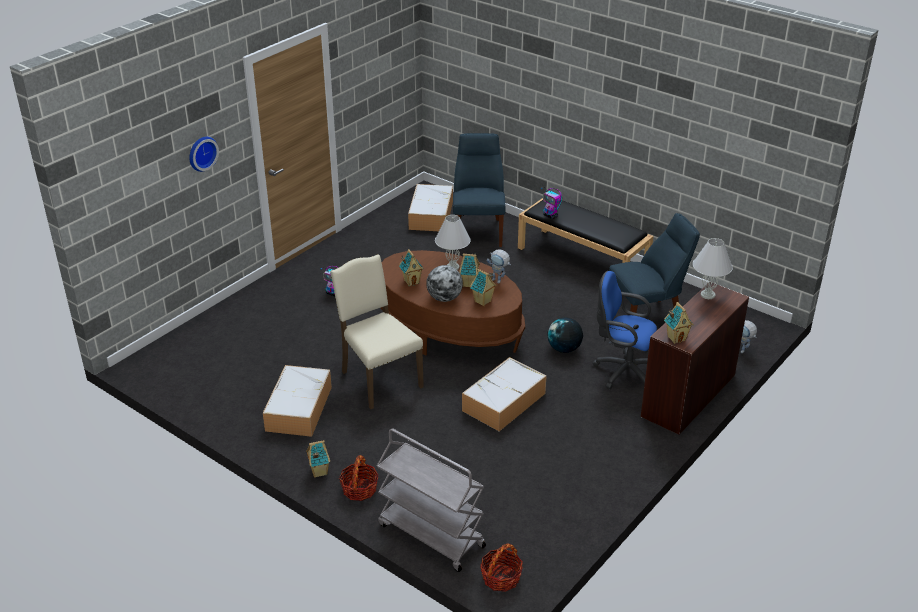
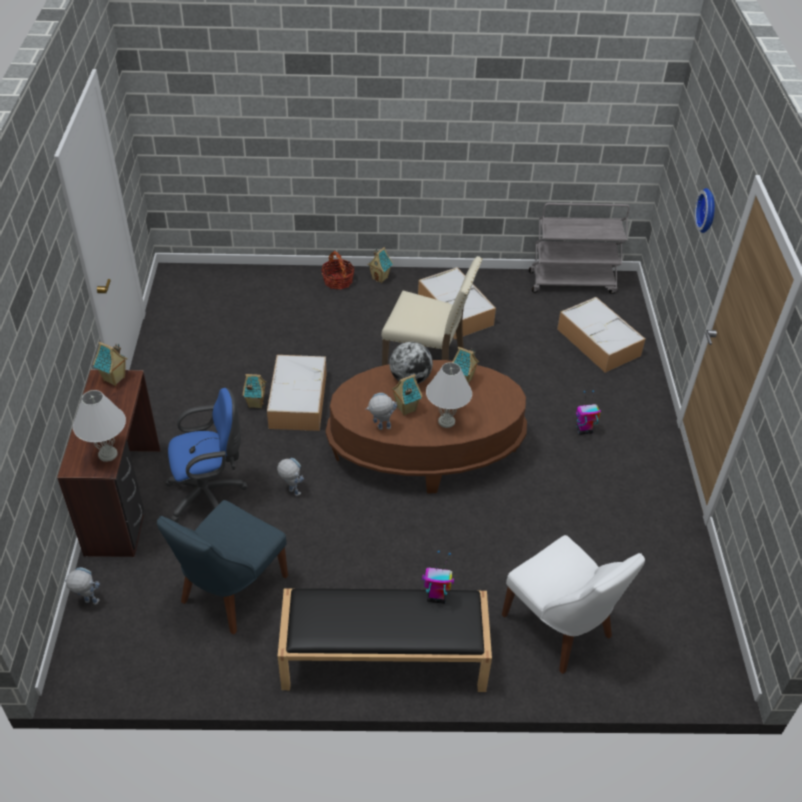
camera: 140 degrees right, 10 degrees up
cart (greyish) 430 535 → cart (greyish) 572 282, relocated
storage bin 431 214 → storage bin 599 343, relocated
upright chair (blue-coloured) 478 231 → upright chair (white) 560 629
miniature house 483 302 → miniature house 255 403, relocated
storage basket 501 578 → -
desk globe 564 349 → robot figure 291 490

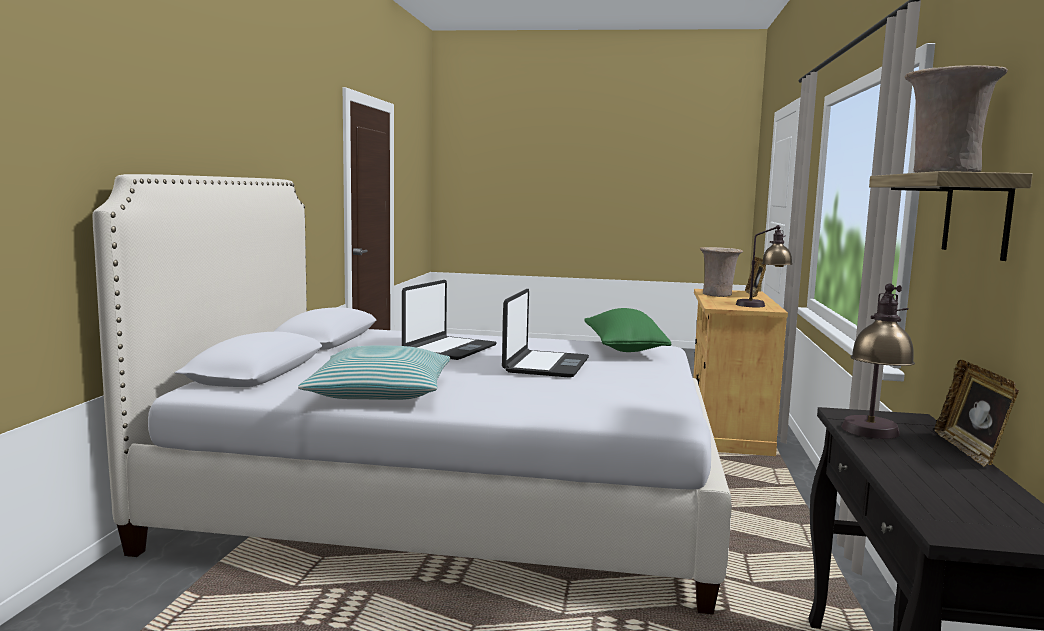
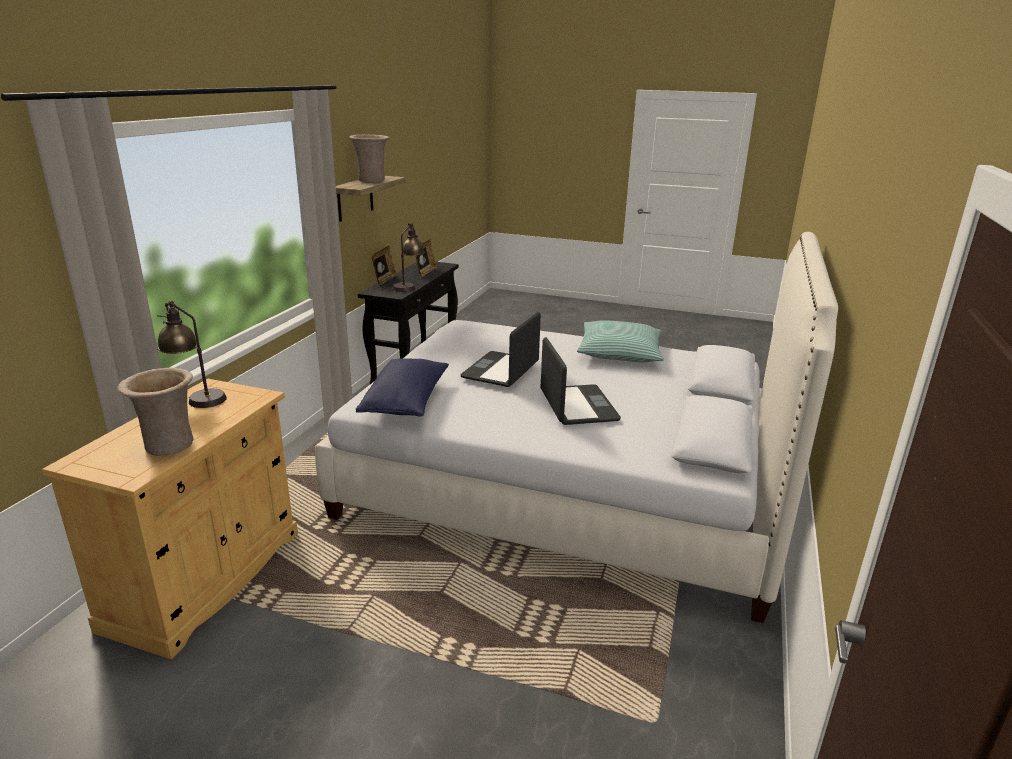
camera: 170 degrees left, 15 degrees up
portable computer 449 349 → portable computer 577 406, 135 degrees clockwise
throw pillow (green) 623 349 → throw pillow (blue-coloured) 406 402
picture frame 754 295 → picture frame 425 272, relocated

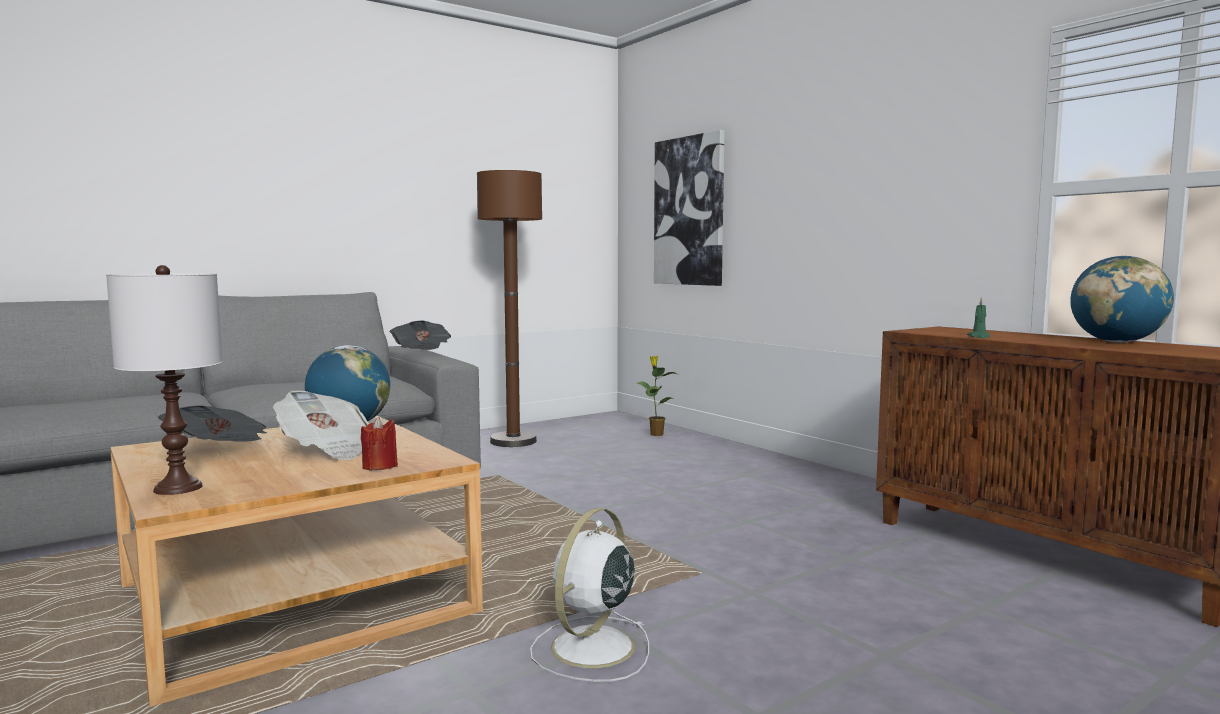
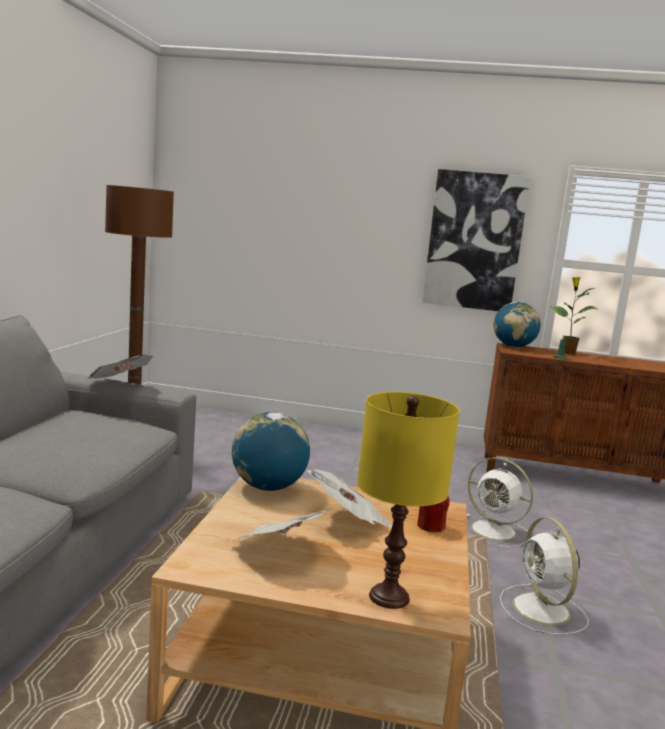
camera: 45 degrees left, 5 degrees up
tabletop lamp (white) 177 488 → tabletop lamp (yellow-coloured) 389 597
plant in a pot 656 434 → plant in a pot 567 353, relocated
wall art 689 211 → wall art 474 241, relocated
desk globe 1117 342 → desk globe 513 346, relocated
- → electric fan (white) 495 531

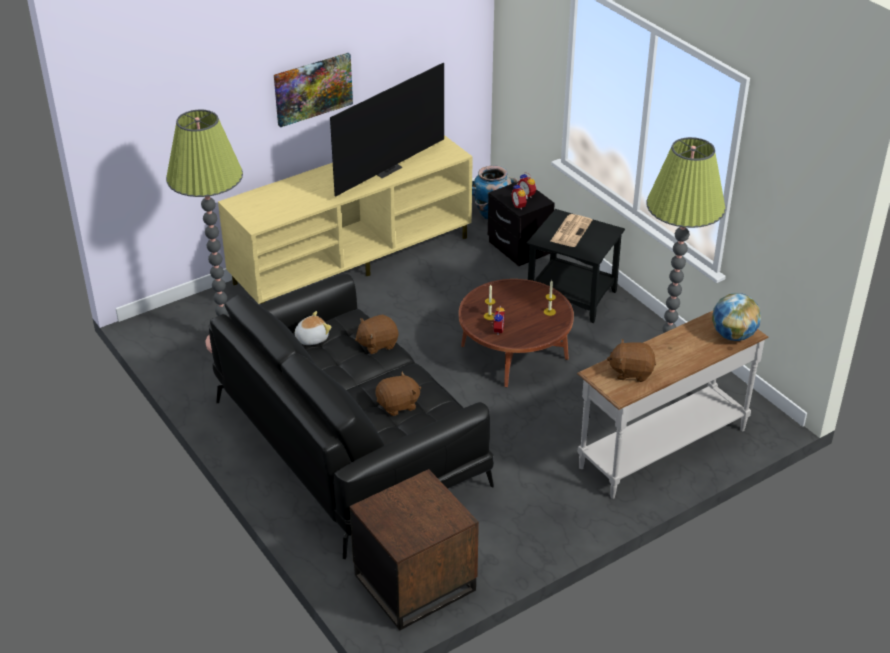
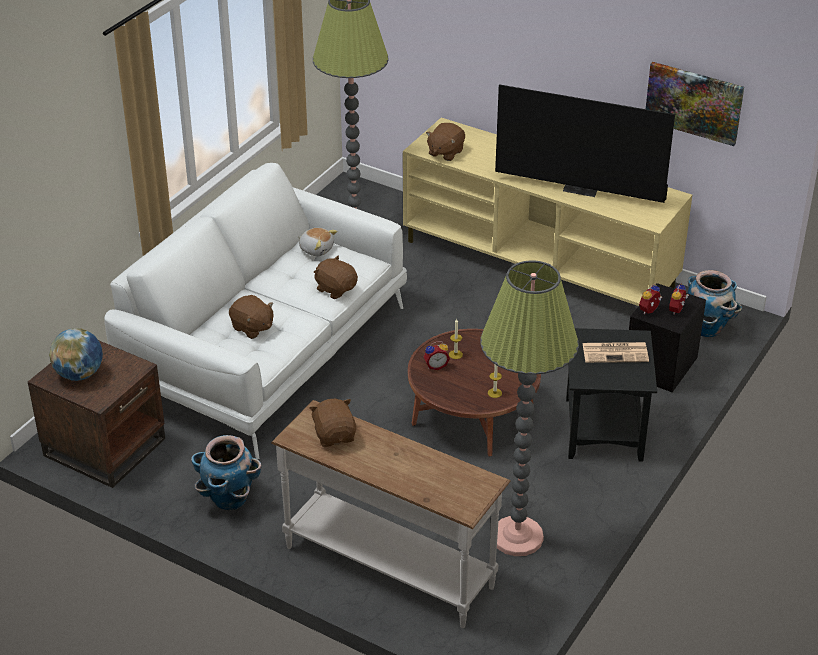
camera: 65 degrees right, 0 degrees up
settee (blackish) 348 441 → settee (white) 266 349
wall art 313 88 → wall art 694 102, relocated
desk globe 733 335 → desk globe 79 374, relocated
- → plant pot 229 499
- → cuddly toy (brownish) 445 152

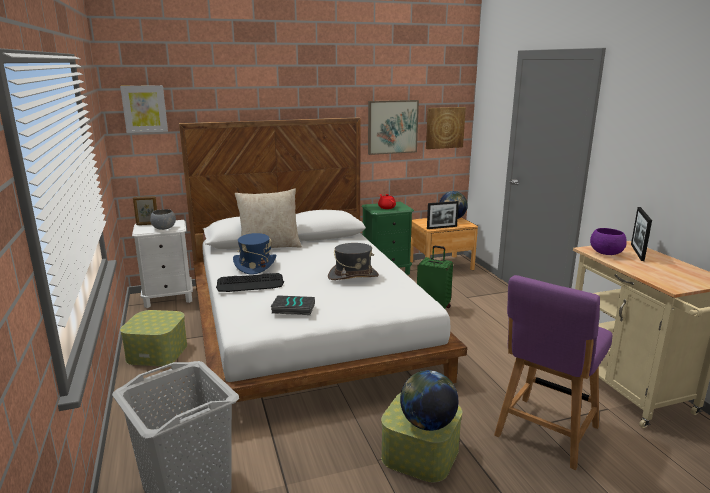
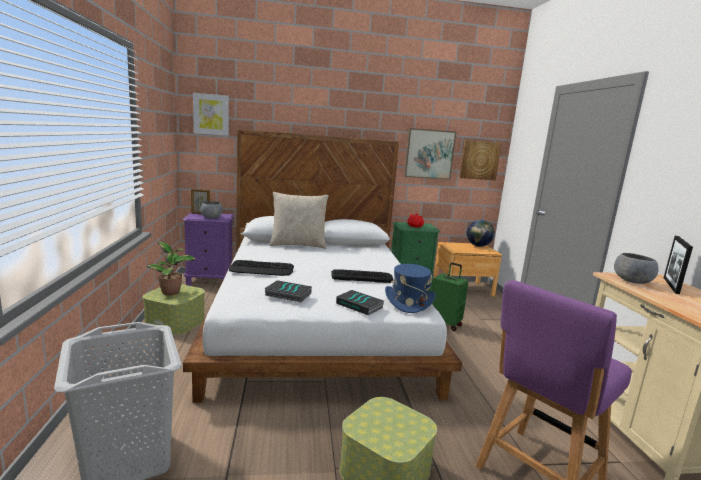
camera: 10 degrees right, 5 degrees down
nightstand (white) 168 298 → nightstand (purple-coloured) 209 281
wearable hat (blue-coloured) 255 265 → wearable hat (blue-coloured) 408 301, relocated
wearable hat (greyish) 353 276 → computer keyboard 361 276
desk globe 427 424 → -
picture frame 442 227 → -
deep dish (purple-coloured) 607 253 → deep dish (greyish) 633 281
- → plant in a pot 172 292
- → volume 360 305

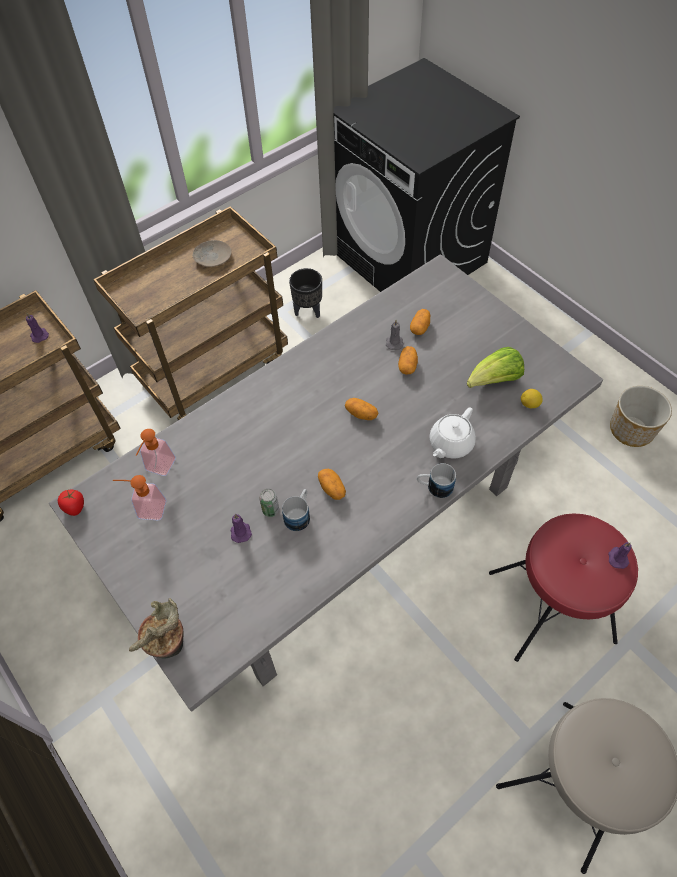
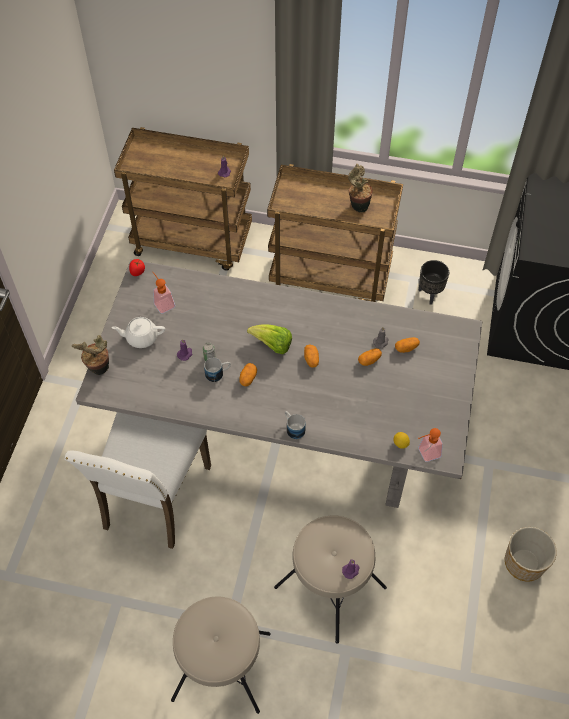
camera: 50 degrees right, 0 degrees up
soap bottle 158 469 → soap bottle 425 453, relocated
plate (sand-coloured) 212 257 → plant in a pot 358 206
teapot (white) 450 444 → teapot (white) 141 337, relocated
lettuce 494 380 → lettuce 272 345, relocated
sitting stool (reddish) 552 607 → sitting stool (sand-coloured) 329 588
- → upright chair (white) 153 498

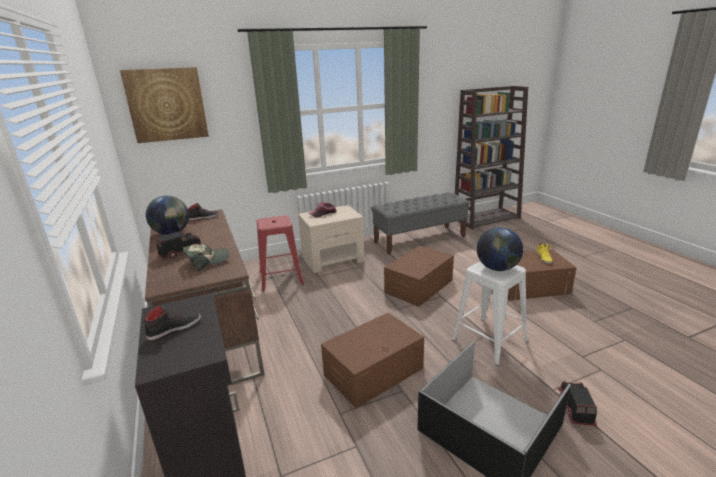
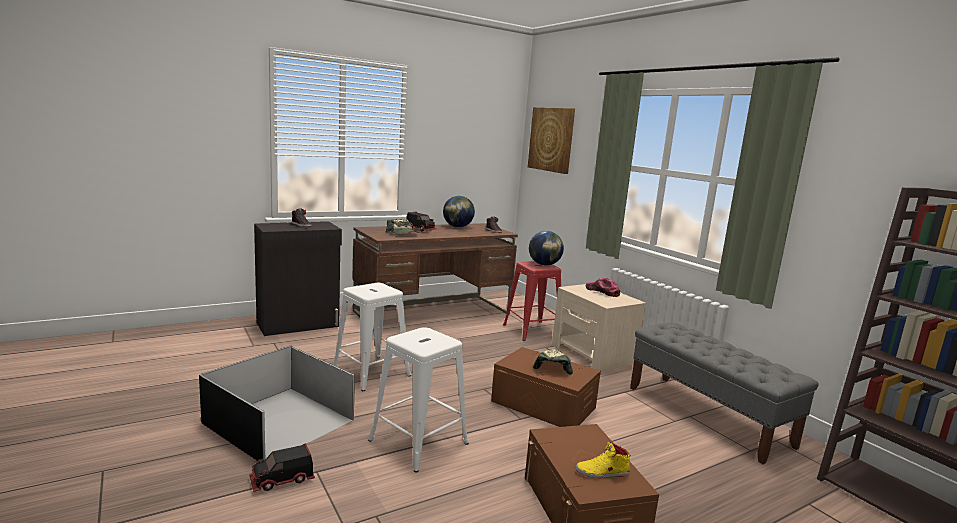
camera: 80 degrees right, 10 degrees down
storage bin (brownish) 373 371 → sitting stool (white) 371 372
desk globe 497 268 → desk globe 544 265, relocated
toy truck 574 408 → toy truck 282 480, 150 degrees clockwise
- → baseball cap 552 366

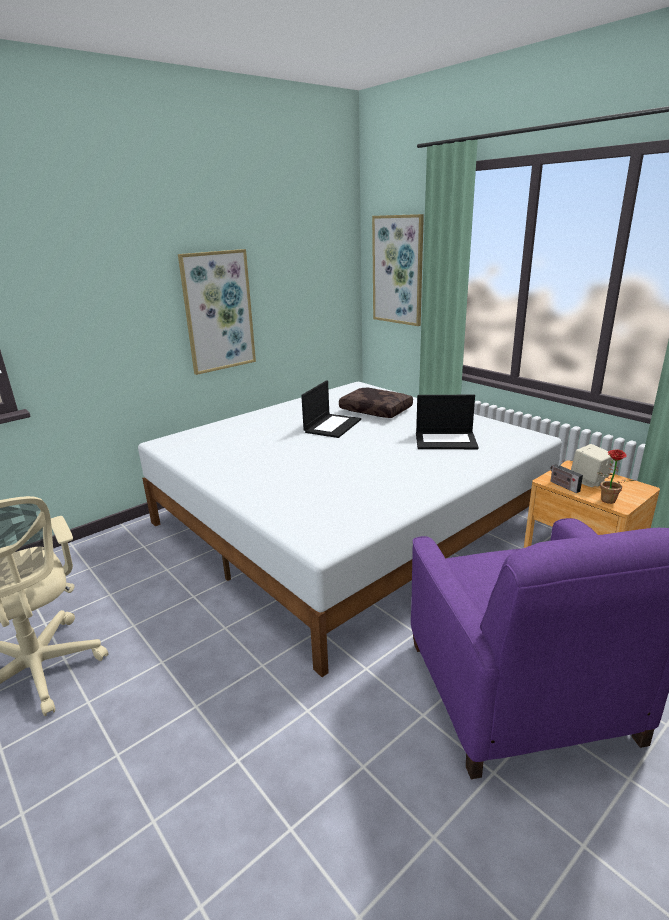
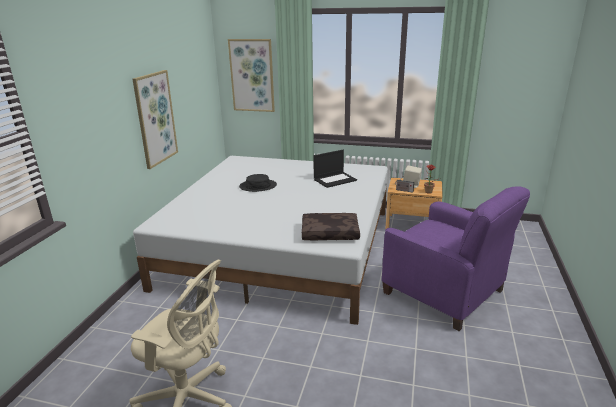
camera: 35 degrees left, 0 degrees up
portable computer 332 425 → wearable hat (blackish) 258 186
throw pillow (brownish) 376 410 → throw pillow (brownish) 330 233, relocated

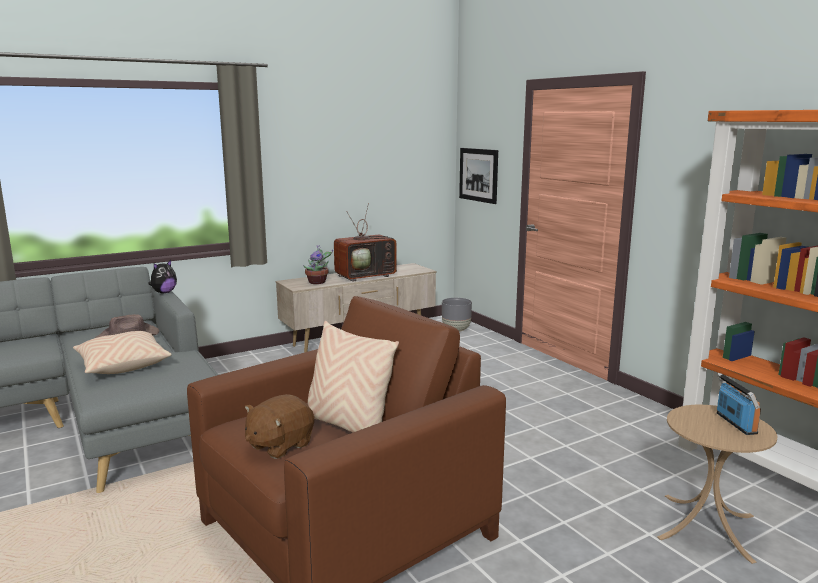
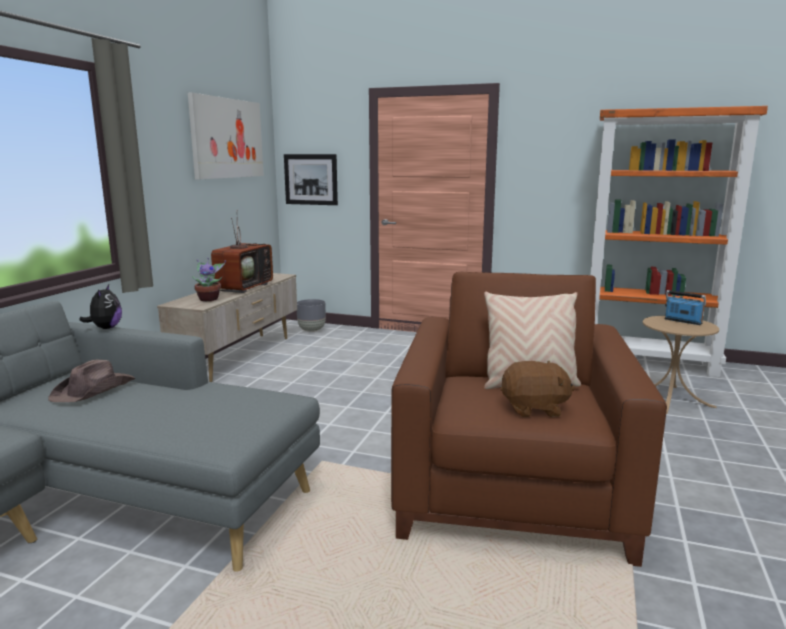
camera: 40 degrees left, 0 degrees up
throw pillow (sand-coloured) 122 365 → -
cuddly toy (brownish) 279 445 → cuddly toy (brownish) 534 409, 90 degrees counterclockwise
- → wall art 227 138

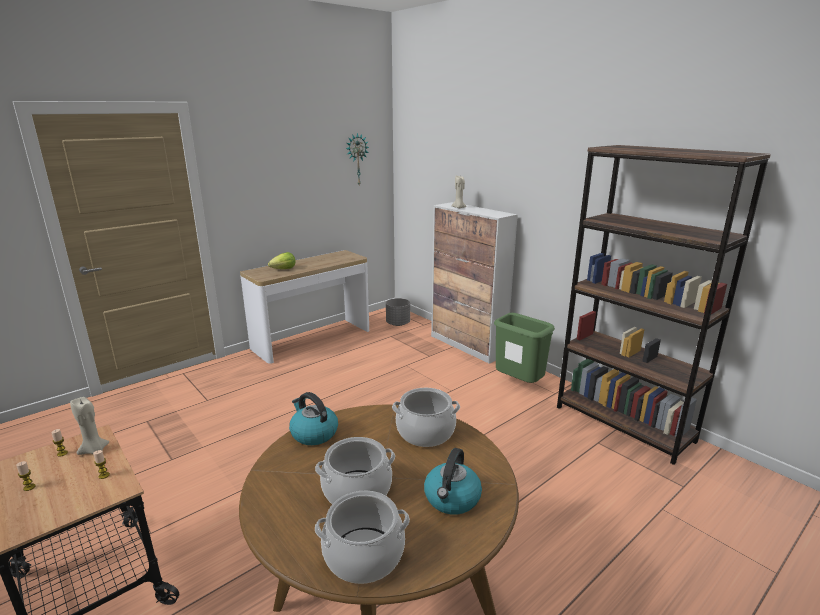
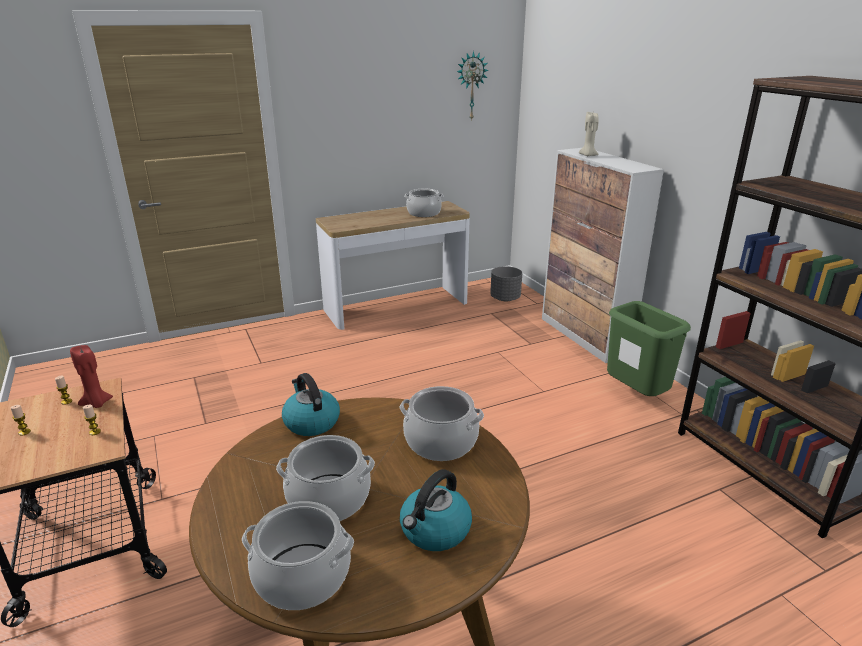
camera: 15 degrees right, 5 degrees up
candle (sand-coloured) 94 451 → candle (reddish) 96 404
lettuce 284 269 → -
- → cooking pot 423 213

